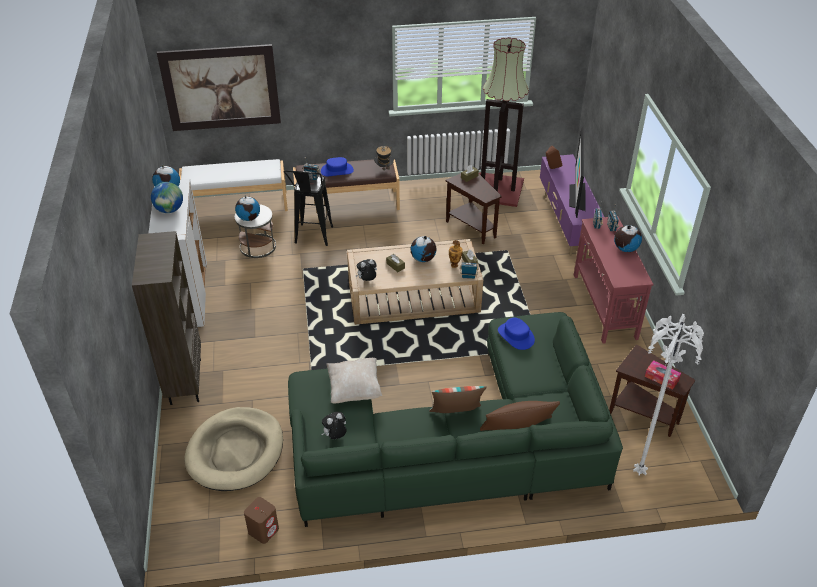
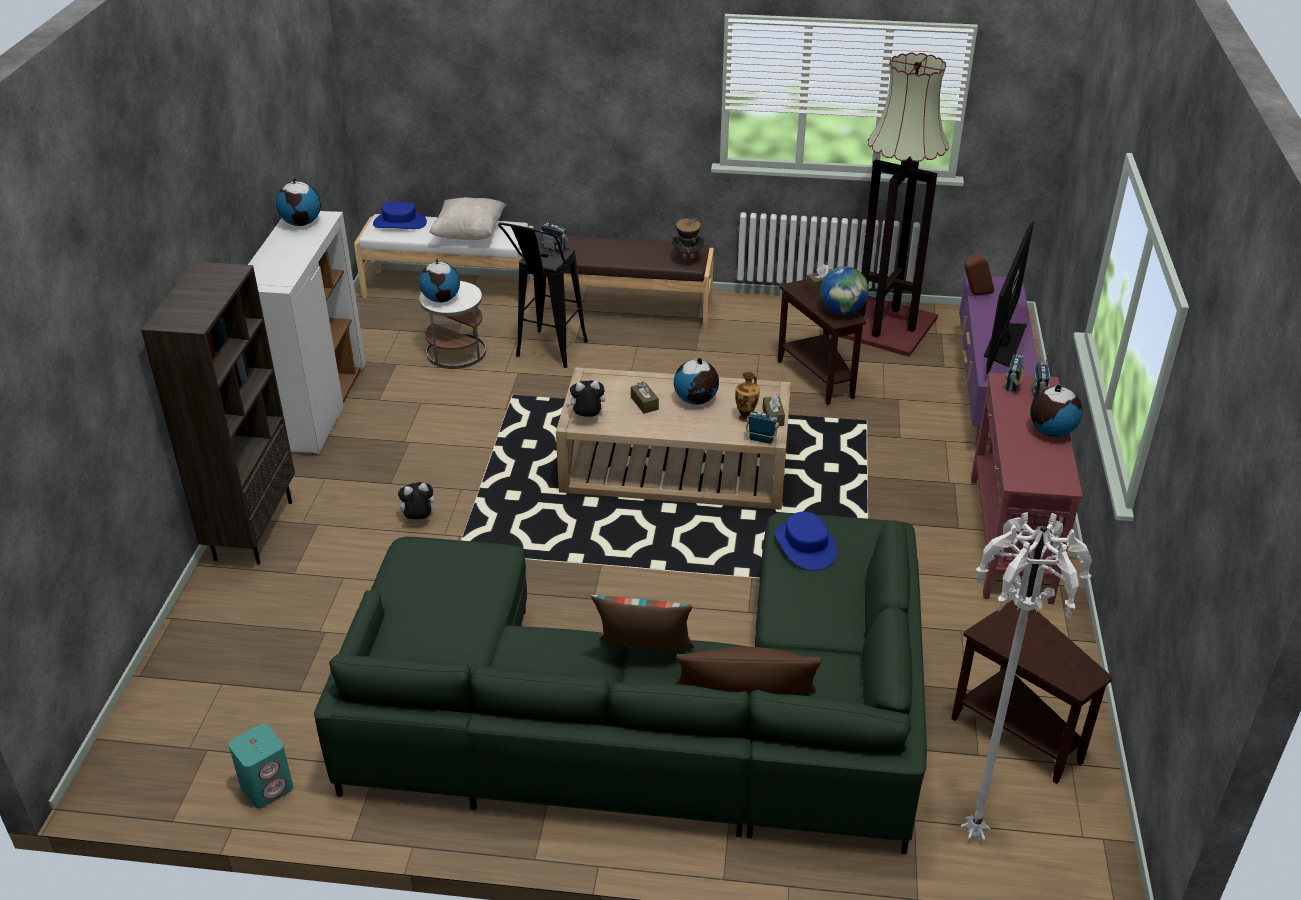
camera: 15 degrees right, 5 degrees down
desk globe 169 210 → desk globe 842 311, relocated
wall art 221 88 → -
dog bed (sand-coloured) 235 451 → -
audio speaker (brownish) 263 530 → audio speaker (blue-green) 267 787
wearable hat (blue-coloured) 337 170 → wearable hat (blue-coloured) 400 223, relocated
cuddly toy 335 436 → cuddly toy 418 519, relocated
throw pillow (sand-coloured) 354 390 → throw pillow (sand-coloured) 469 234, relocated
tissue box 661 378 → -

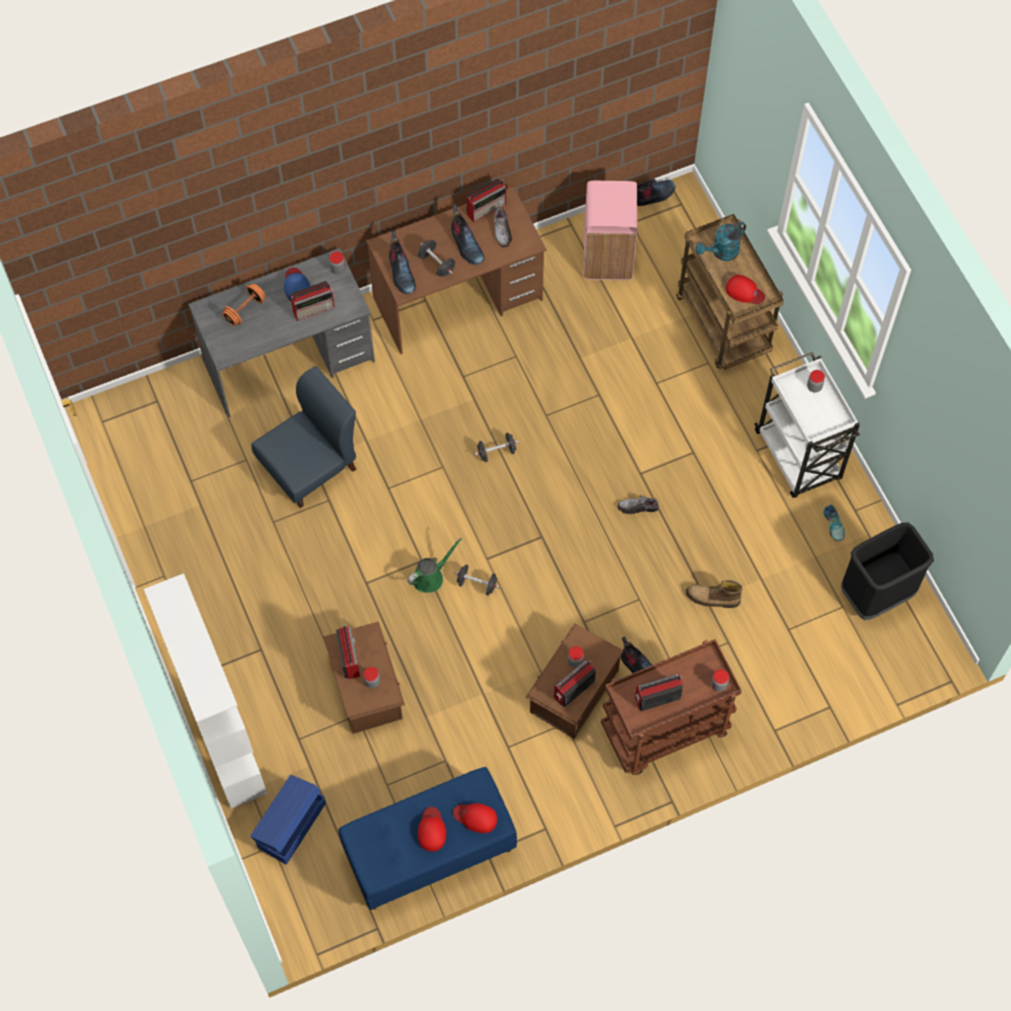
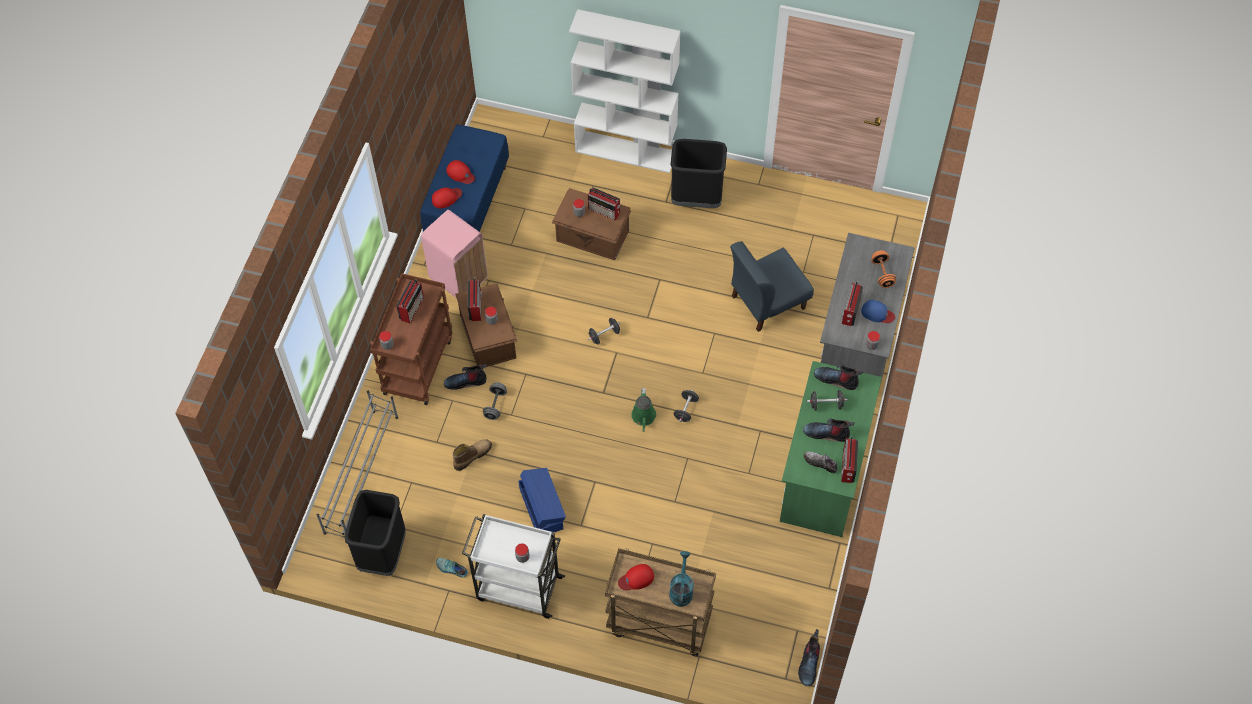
camera: 130 degrees right, 5 degrees down
storage bin (blue-coloured) 290 825 → storage bin (blue-coloured) 542 508, relocated
upright chair (blue-coloured) 310 467 → upright chair (blue-coloured) 767 302, 60 degrees clockwise
desk unit (brownish) 458 299 → desk unit (green) 824 470
watering pot (green) 430 577 → watering pot (green) 643 417, relocated
trash can (pink-coloured) 608 257 → trash can (pink-coloured) 458 278, relocated
low shoe 638 507 → -
- → shoe shelf (greyish) 362 473
- → dumbbell (greyish) 495 405
- → trash can (blackish) 697 198

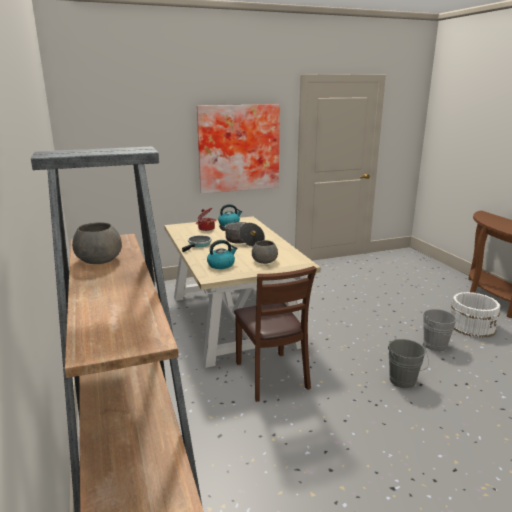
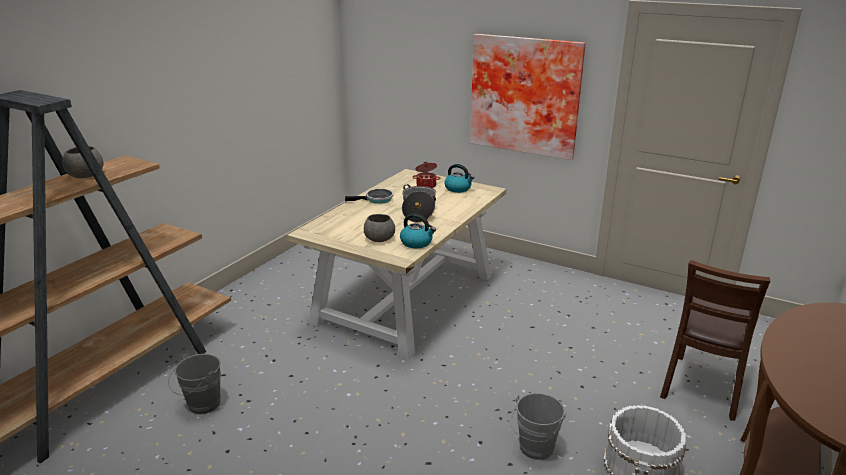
camera: 50 degrees right, 5 degrees up
tea kettle 221 265 → tea kettle 417 243, relocated
upright chair (brownish) 271 376 → upright chair (brownish) 702 387, relocated
water bucket (greyish) 404 382 → water bucket (greyish) 201 406, relocated

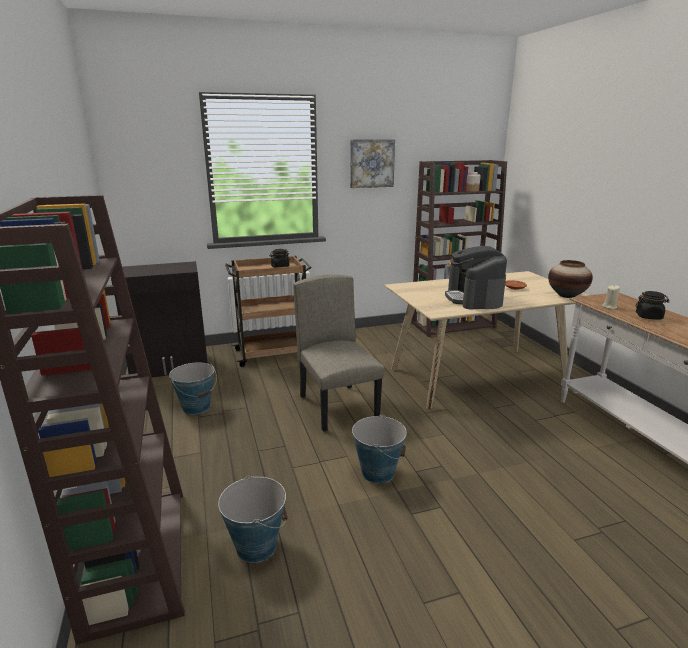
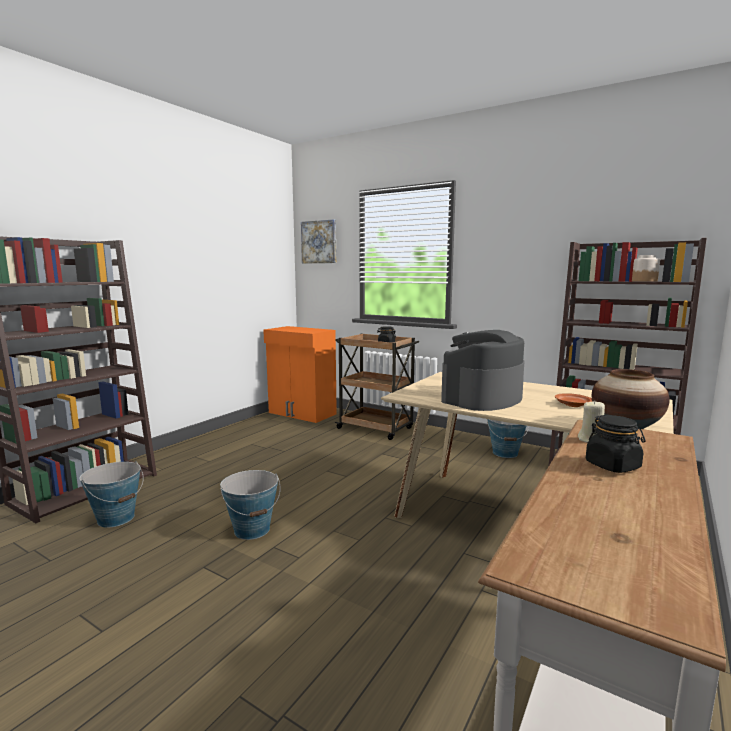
camera: 50 degrees right, 10 degrees down
cabinet (blackish) 170 367 → cabinet (orange-coloured) 302 413
water bucket 196 407 → water bucket 505 453, relocated
upright chair (sand-coloured) 338 407 → -
wall art 371 163 → wall art 319 242, relocated

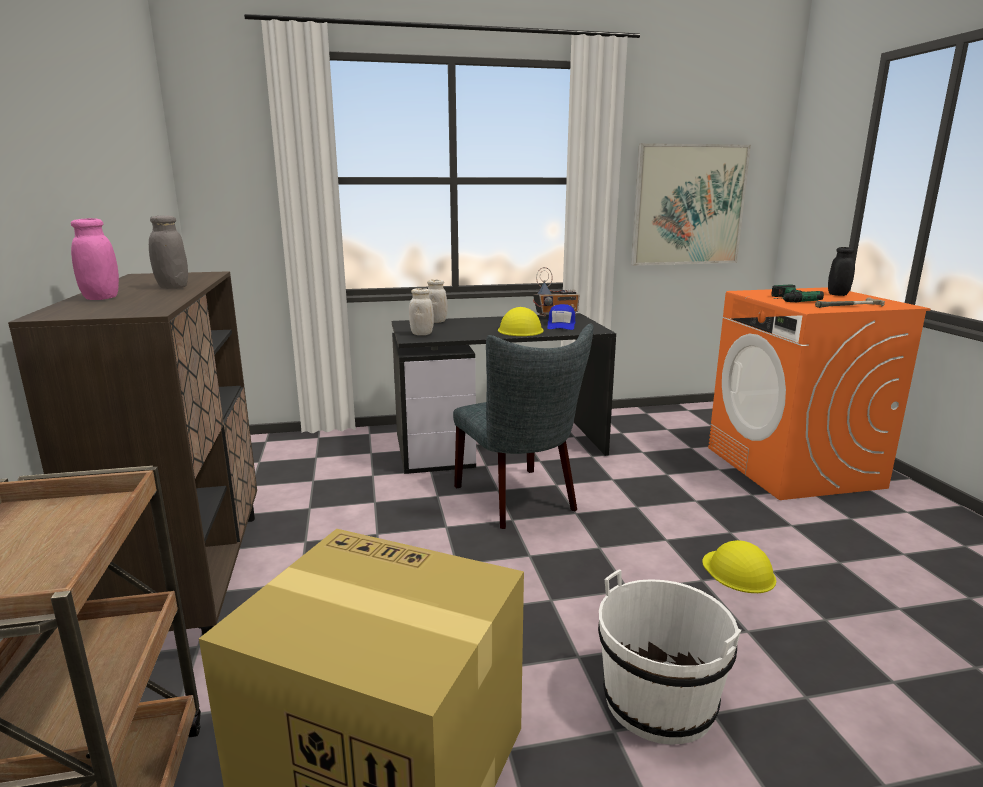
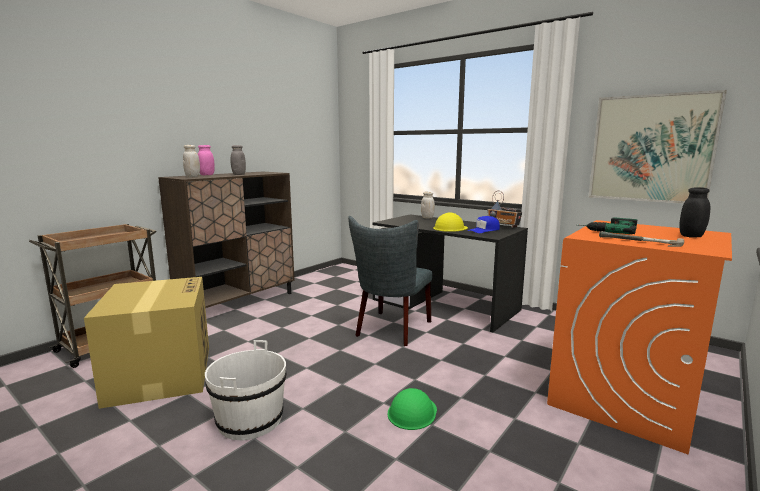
camera: 50 degrees right, 5 degrees down
jar (white) 422 334 → jar (white) 192 177, relocated
hard hat (yellow-coloured) 738 571 → hard hat (green) 412 412

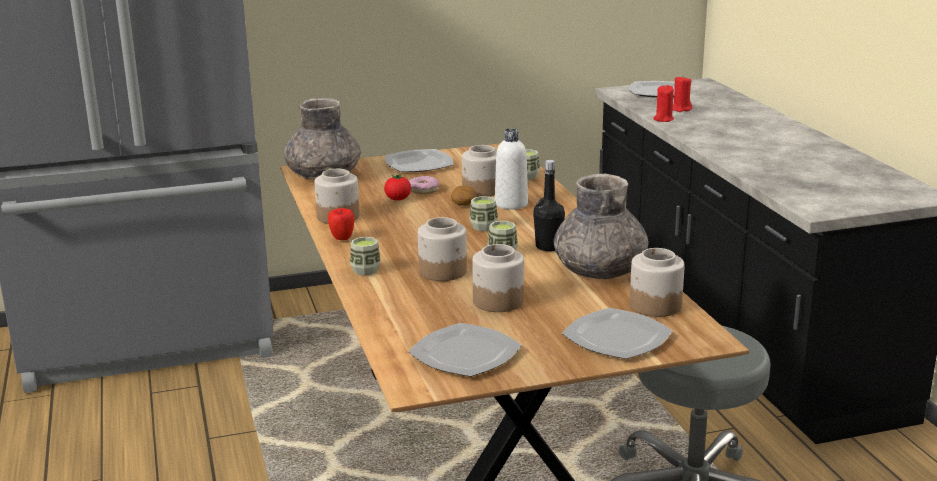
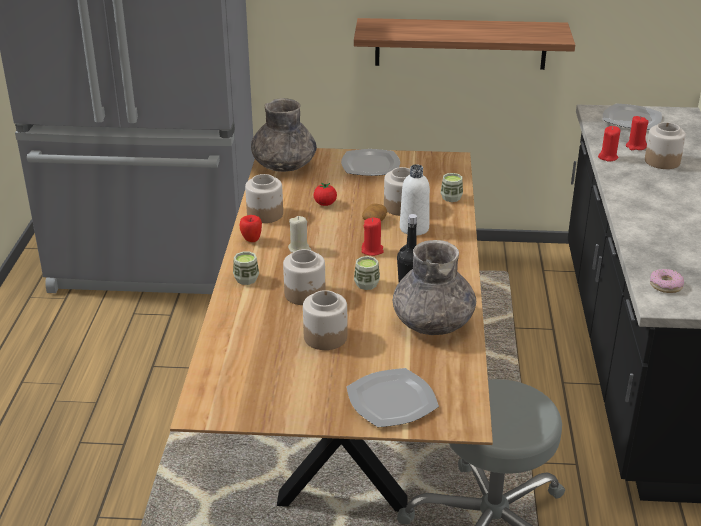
camera: 20 degrees right, 10 degrees up
plate 466 354 → -
donut 424 190 → donut 666 285, relocated
small cup 483 227 → candle (reddish) 372 250
jar 655 305 → jar 662 161, relocated
- → candle (sand-coloured) 299 249
- → bracket shelf 460 43

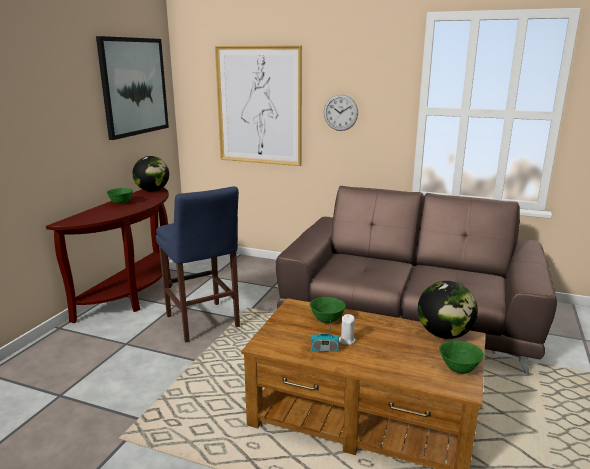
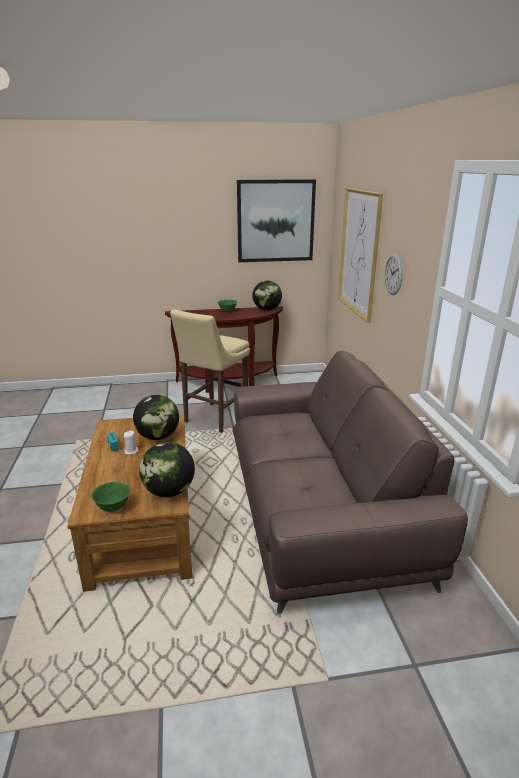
camera: 60 degrees right, 5 degrees up
sitting stool (blue-coloured) 203 323 → sitting stool (sand-coloured) 214 419
deep dish (green) 327 320 → desk globe 158 436

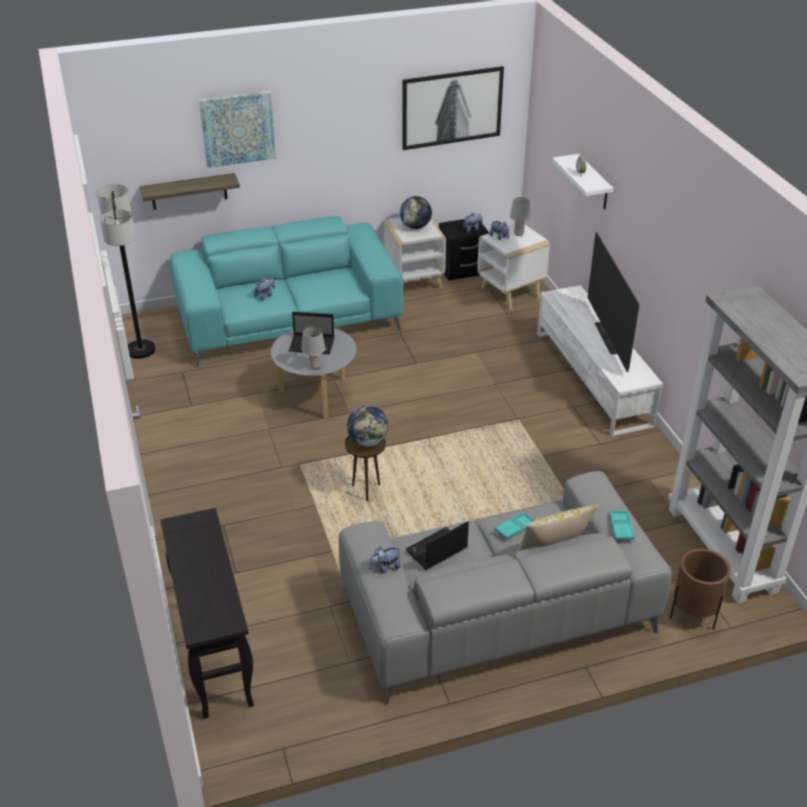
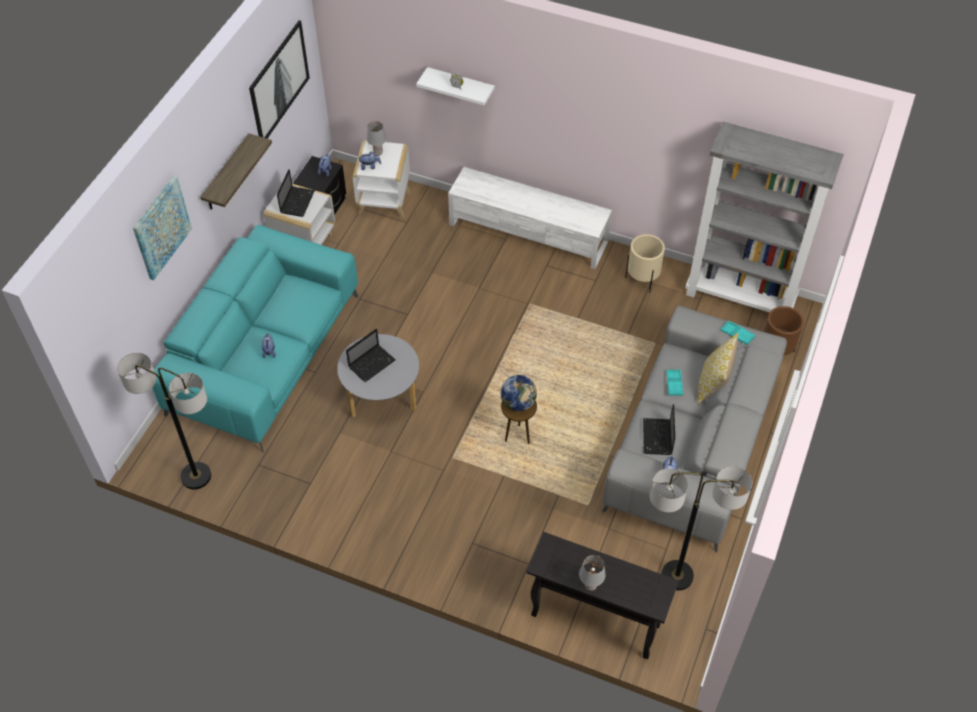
camera: 50 degrees left, 15 degrees up
bracket shelf 189 191 → bracket shelf 227 174, relocated
tabletop lamp (greyish) 314 366 → tabletop lamp (greyish) 591 585, relocated
desk globe 415 226 → portable computer 297 201
TV 607 338 → -
- → plant pot (sand-coloured) 642 280
- → standard lamp 677 576

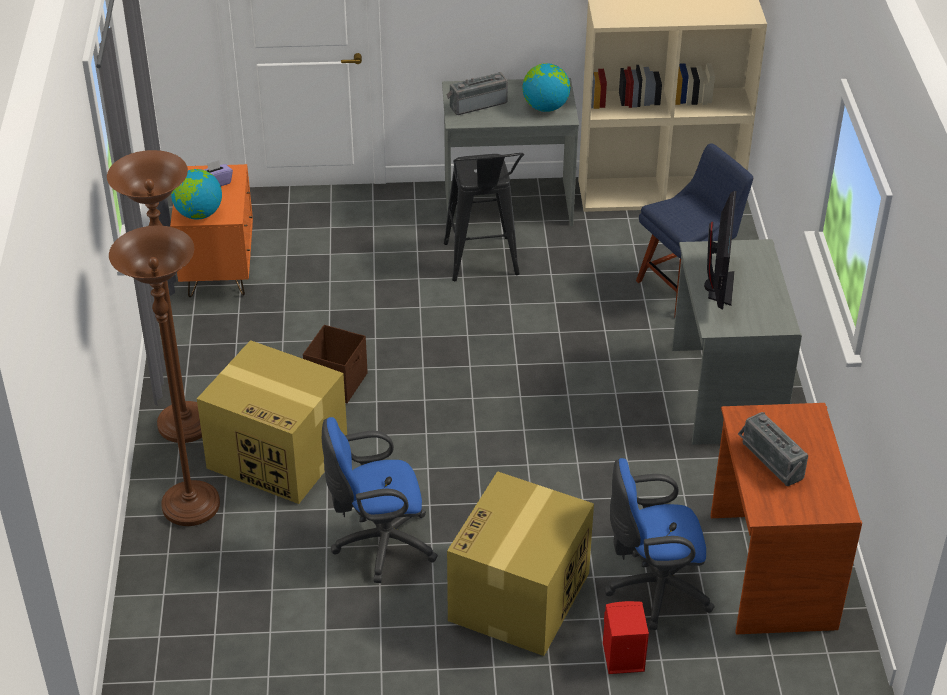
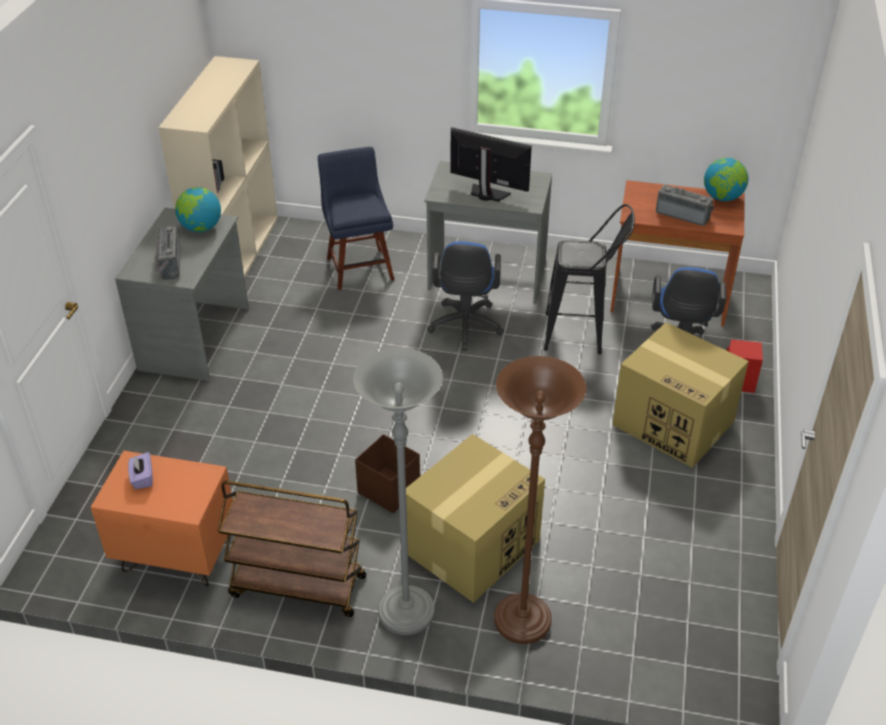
camera: 75 degrees left, 0 degrees up
standard lamp (brownish) 185 425 → standard lamp (greyish) 406 612
desk globe 198 214 → desk globe 722 198, relocated
computer chair (blue-coloured) 379 545 → computer chair (blue-coloured) 465 328, relocated
sitting stool (blackish) 482 265 → sitting stool (blackish) 581 334, relocated
radio 769 463 → radio 683 214, 135 degrees counterclockwise
- → cart (brownish) 296 586

